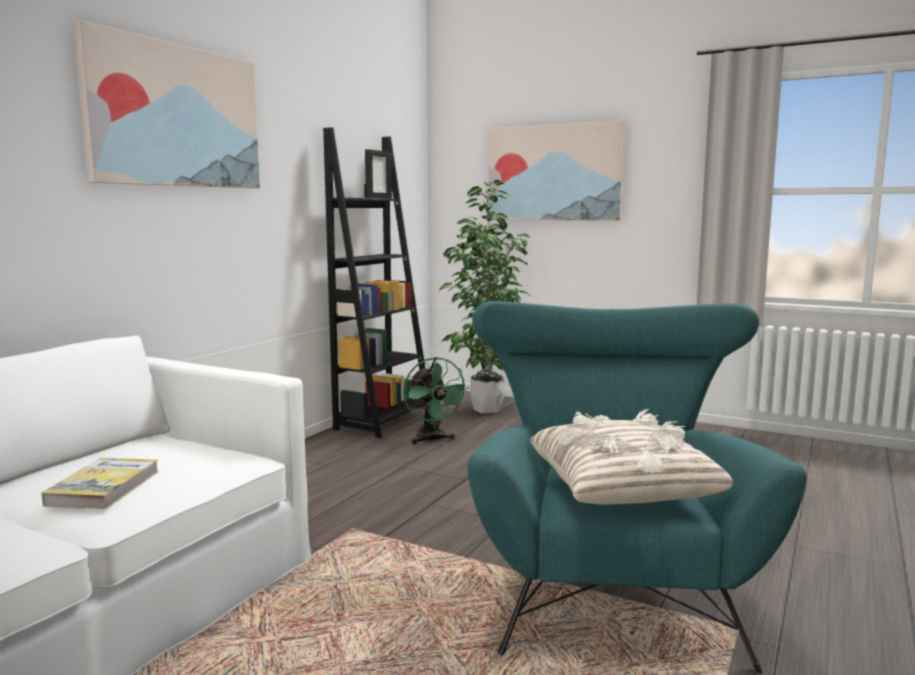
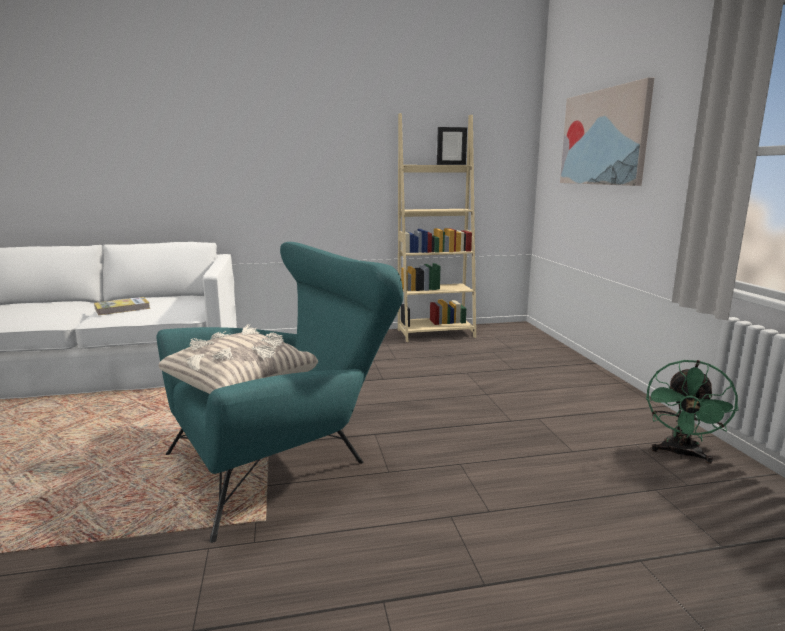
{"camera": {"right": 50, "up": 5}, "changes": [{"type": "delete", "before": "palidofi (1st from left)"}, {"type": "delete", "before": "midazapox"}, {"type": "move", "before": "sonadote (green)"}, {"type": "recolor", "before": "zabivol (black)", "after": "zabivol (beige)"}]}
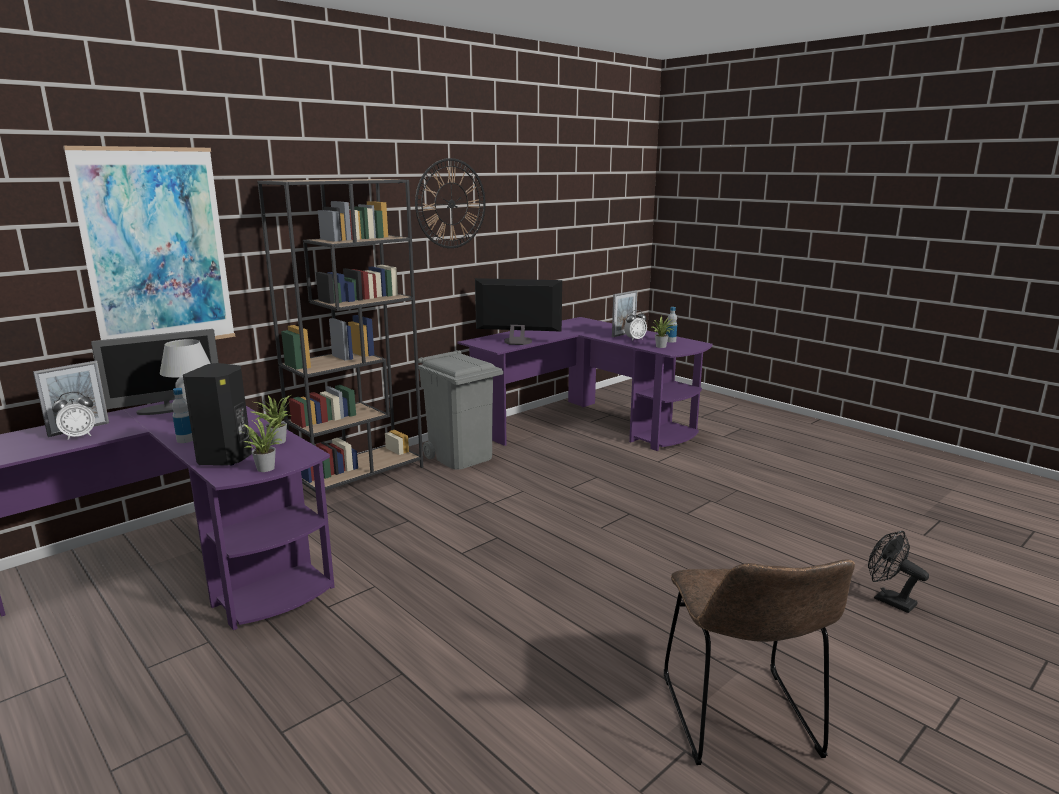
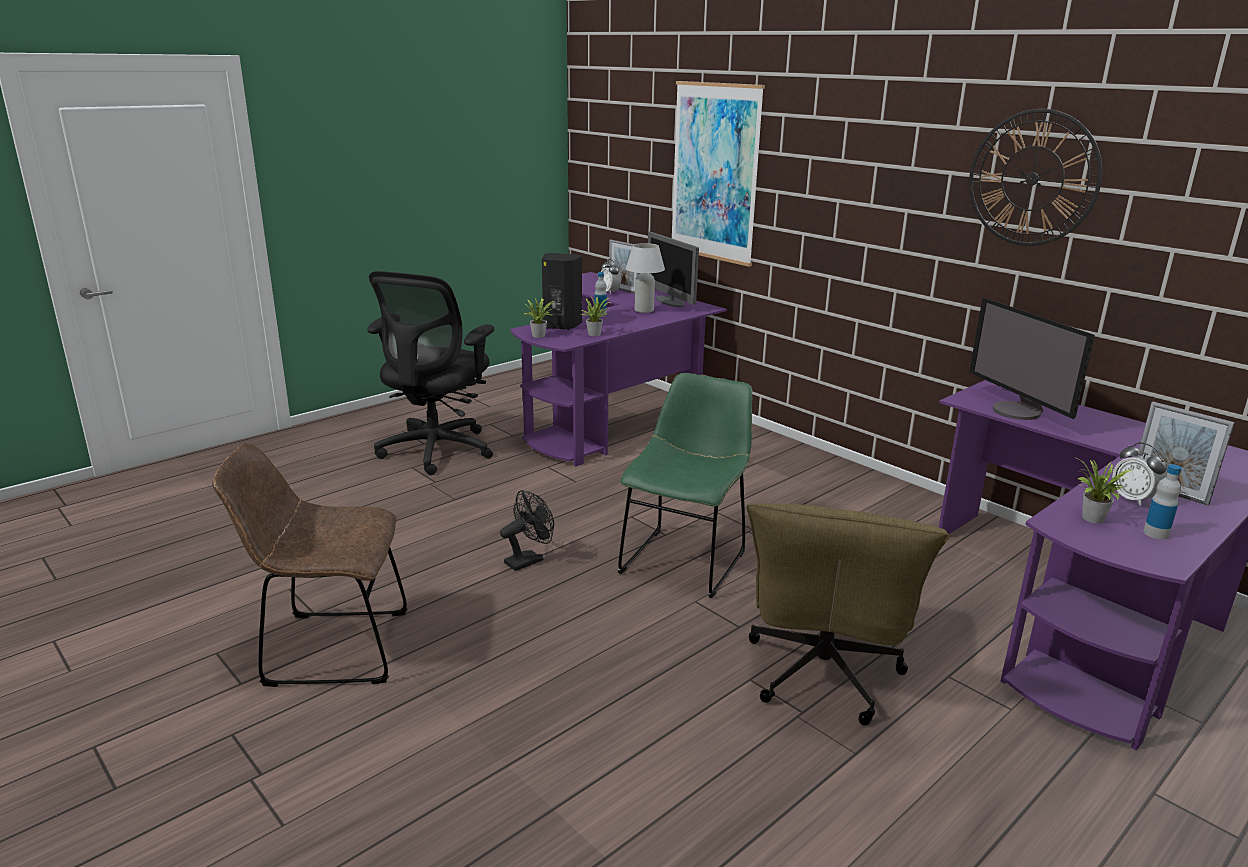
{"camera": {"right": 90, "up": 5}, "changes": [{"type": "delete", "before": "zabivol"}, {"type": "delete", "before": "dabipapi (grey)"}, {"type": "insert", "after": "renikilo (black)"}, {"type": "insert", "after": "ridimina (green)"}, {"type": "insert", "after": "renikilo (beige)"}, {"type": "move", "before": "sonadote (black)"}, {"type": "rotate", "before": "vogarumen (2nd from left)", "turn": 150}]}
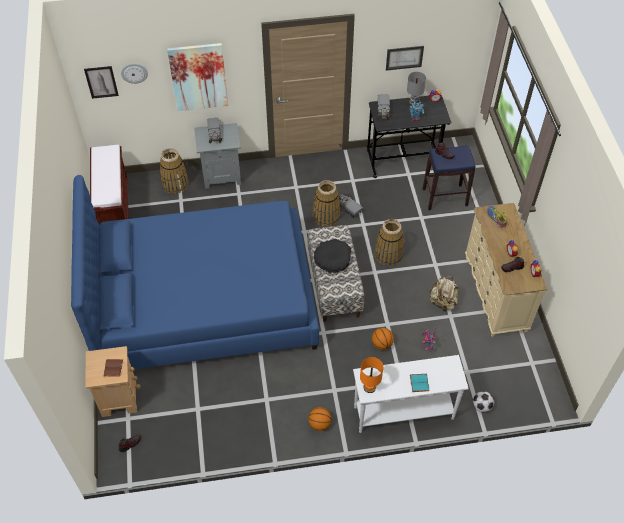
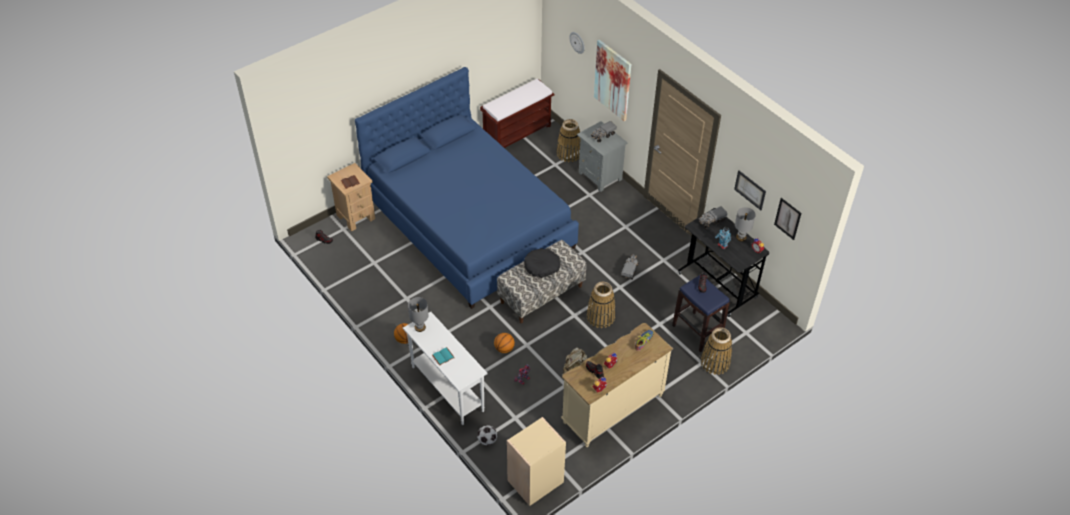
{"camera": {"right": 60, "up": -5}, "changes": [{"type": "insert", "after": "zabivol (beige)"}, {"type": "move", "before": "palidofi (1st from left in the first image)", "after": "palidofi (3rd from left)"}, {"type": "move", "before": "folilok (2nd from left in the first image)", "after": "folilok (3rd from left)"}, {"type": "recolor", "before": "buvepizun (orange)", "after": "buvepizun (grey) (1st from left)"}]}
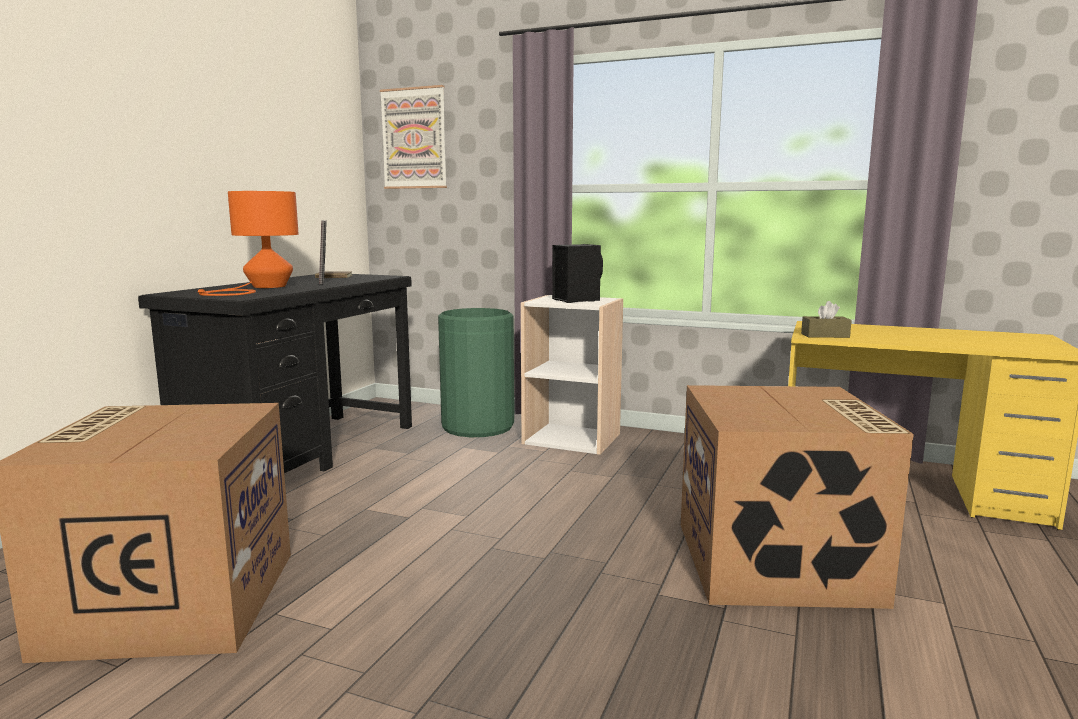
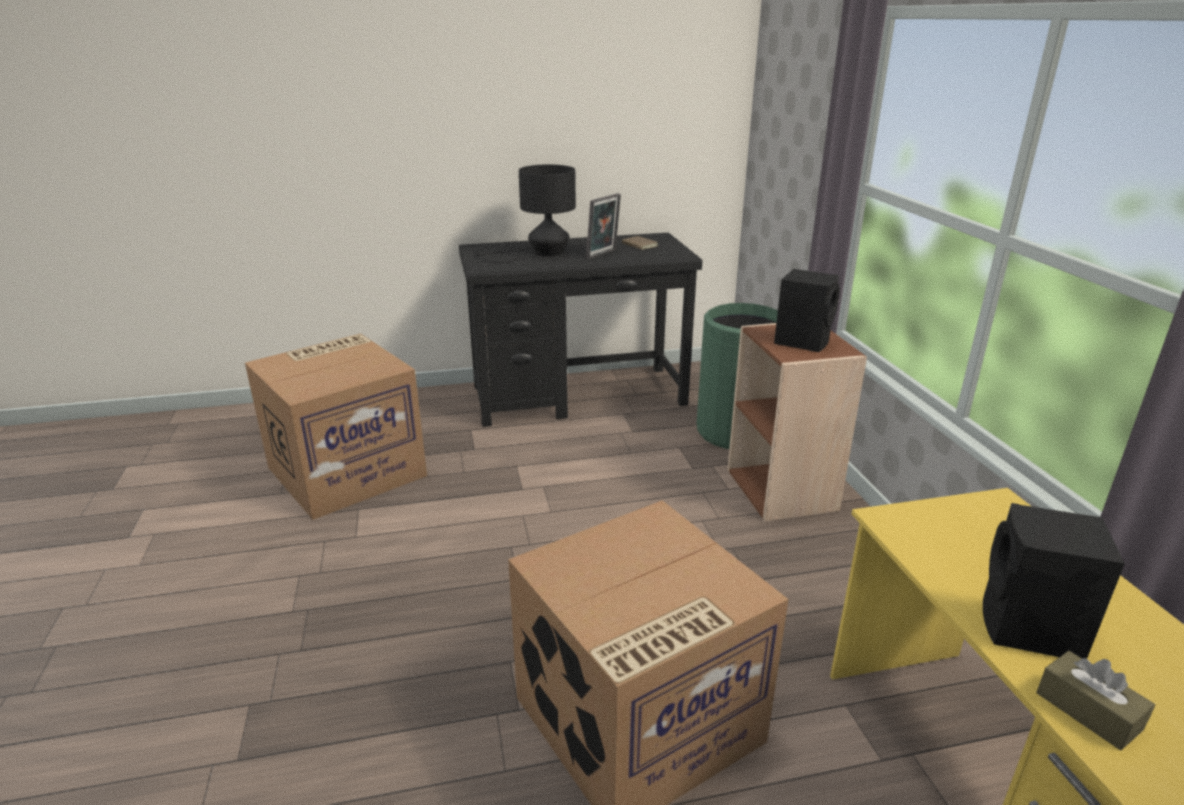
{"camera": {"right": 55, "up": 15}, "changes": [{"type": "delete", "before": "palidofi"}, {"type": "insert", "after": "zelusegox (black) (2nd from left)"}, {"type": "move", "before": "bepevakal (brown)"}, {"type": "recolor", "before": "buvepizun (orange)", "after": "buvepizun (black)"}, {"type": "recolor", "before": "zabivol (white)", "after": "zabivol (brown)"}]}
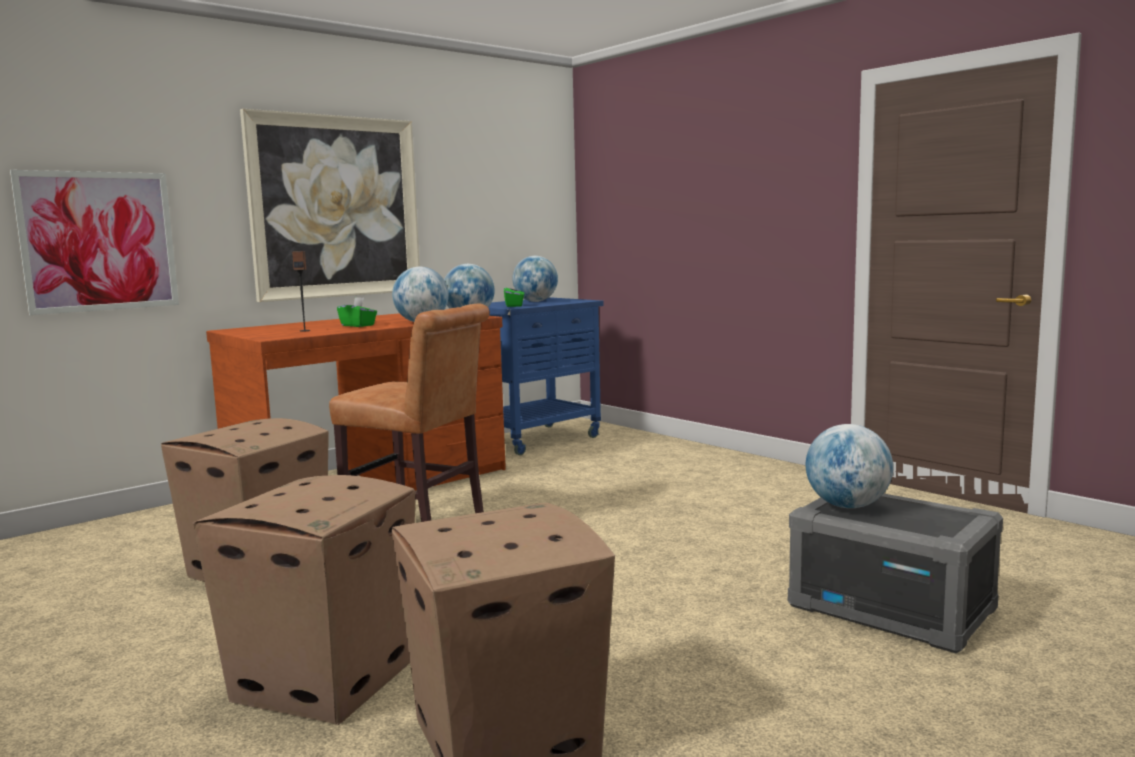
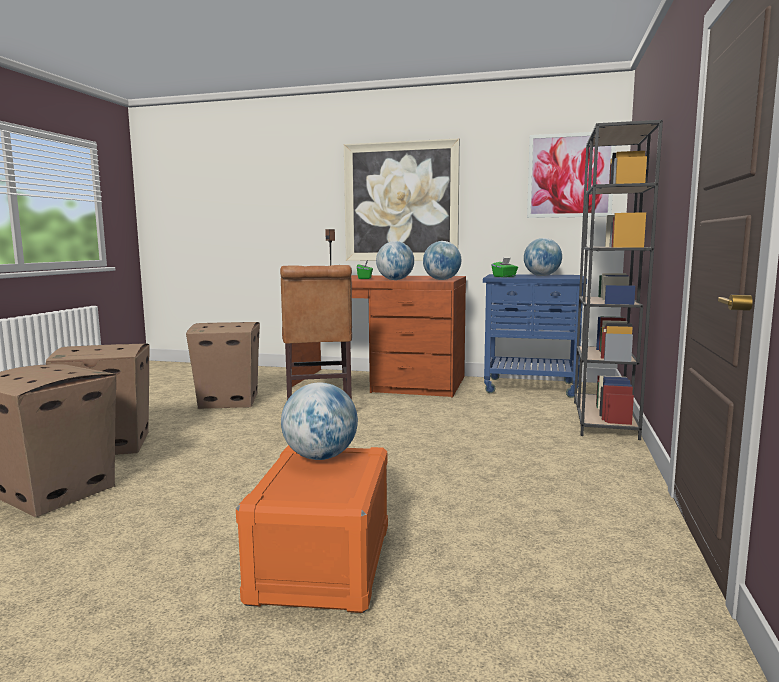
{"camera": {"right": 55, "up": 0}, "changes": [{"type": "insert", "after": "zabivol"}, {"type": "move", "before": "palidofi (1st from left in the first image)", "after": "palidofi (2nd from left)"}, {"type": "recolor", "before": "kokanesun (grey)", "after": "kokanesun (orange)"}]}
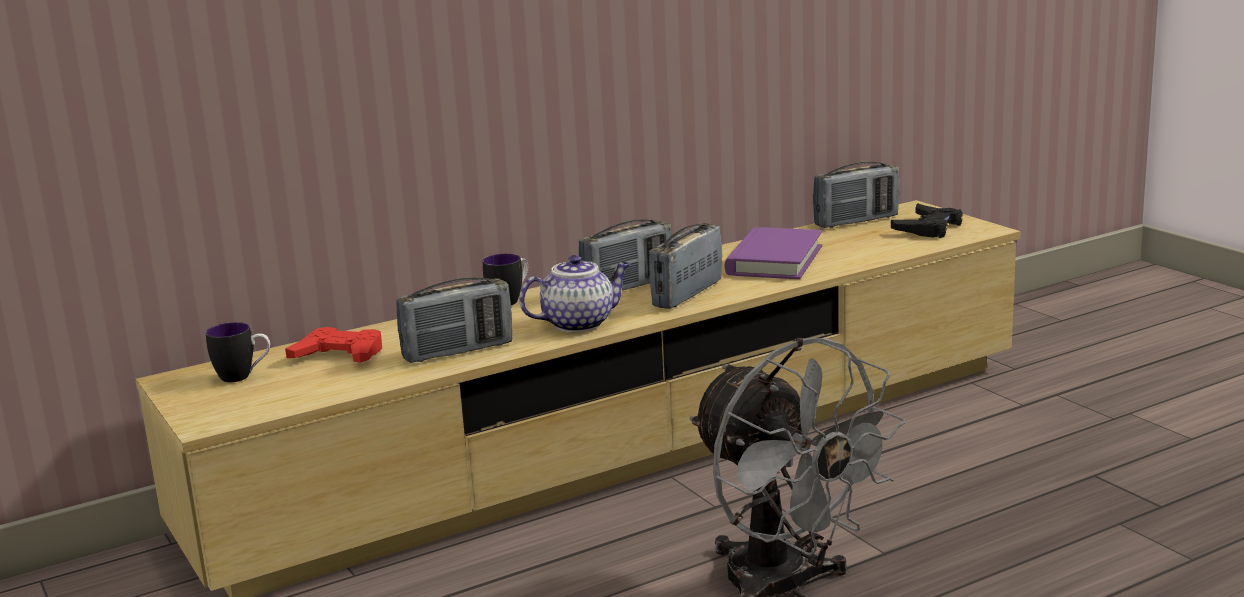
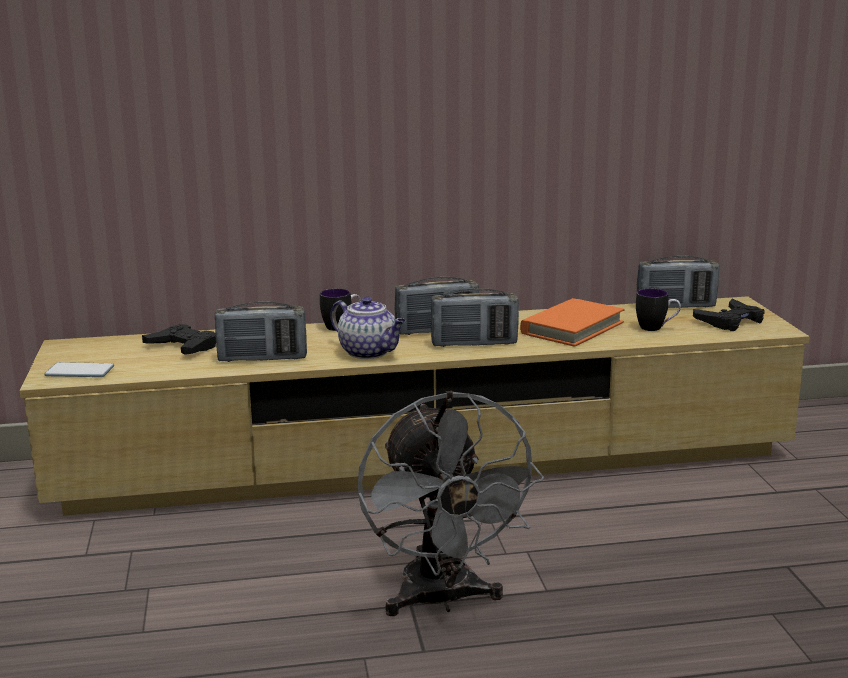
{"camera": {"right": 20, "up": 0}, "changes": [{"type": "insert", "after": "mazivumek"}, {"type": "move", "before": "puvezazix (1st from left in the first image)", "after": "puvezazix (2nd from left)"}, {"type": "recolor", "before": "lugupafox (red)", "after": "lugupafox (black) (1st from left)"}, {"type": "recolor", "before": "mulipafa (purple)", "after": "mulipafa (orange)"}, {"type": "rotate", "before": "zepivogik", "turn": 45}, {"type": "rotate", "before": "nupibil (3rd from left)", "turn": -150}]}
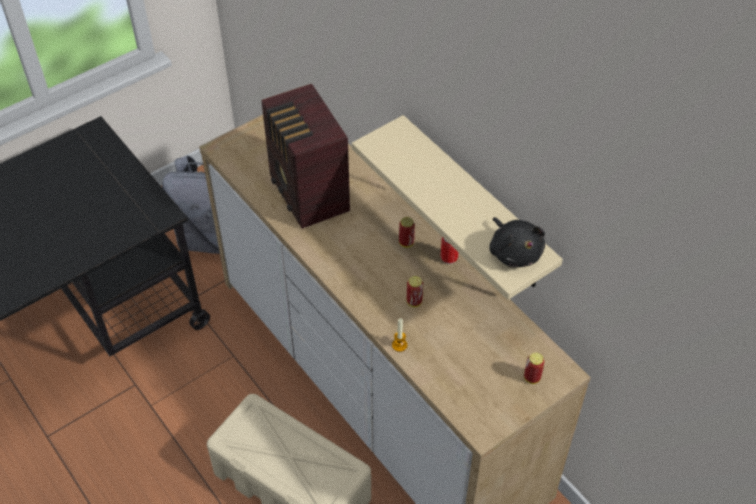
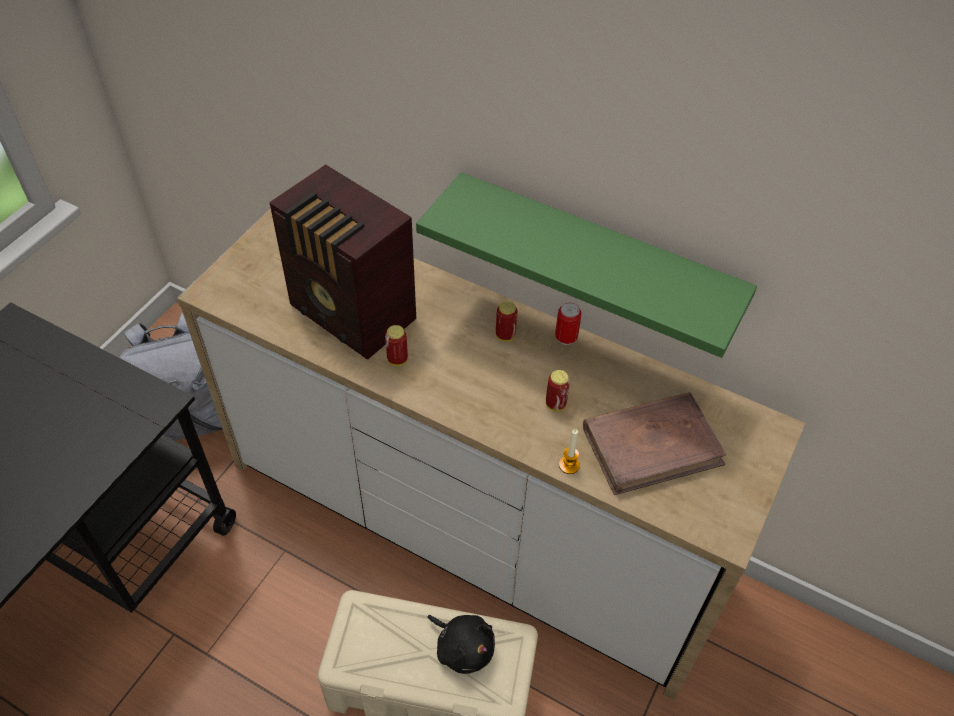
{"camera": {"right": -25, "up": 0}, "changes": [{"type": "insert", "after": "mulipafa (brown)"}, {"type": "move", "before": "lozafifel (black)"}, {"type": "move", "before": "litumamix (4th from left in the first image)", "after": "litumamix (1st from left)"}, {"type": "recolor", "before": "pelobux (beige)", "after": "pelobux (green)"}]}
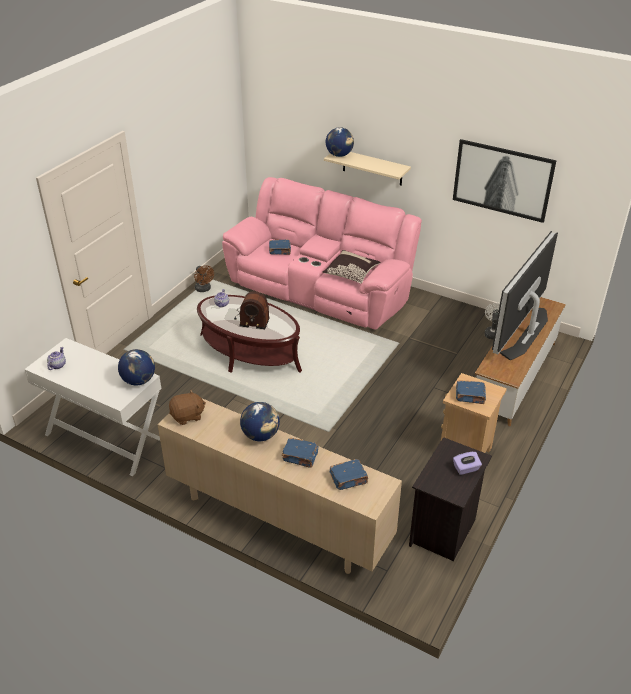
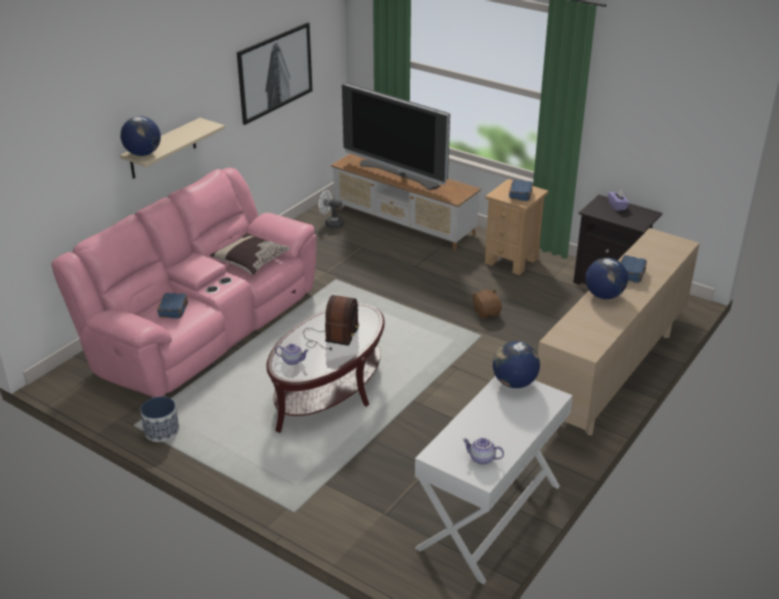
{"camera": {"right": -85, "up": -5}, "changes": [{"type": "delete", "before": "mulipafa (blue) (3rd from left)"}, {"type": "move", "before": "lozafifel (brown)"}, {"type": "replace", "before": "sonadote (brown)", "after": "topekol"}]}
